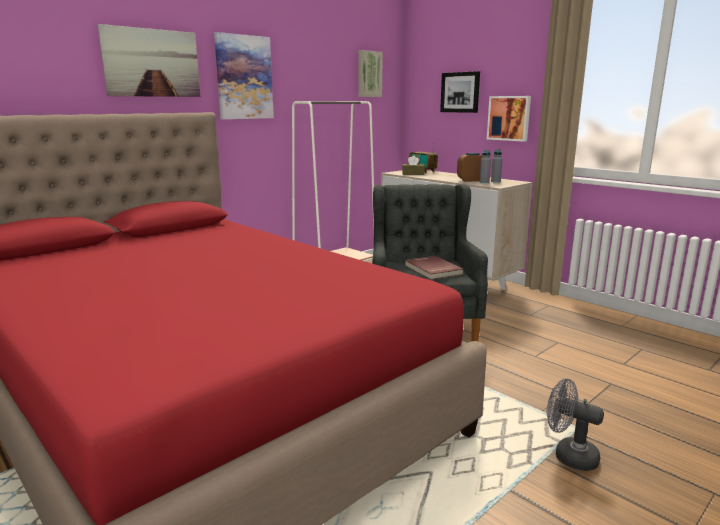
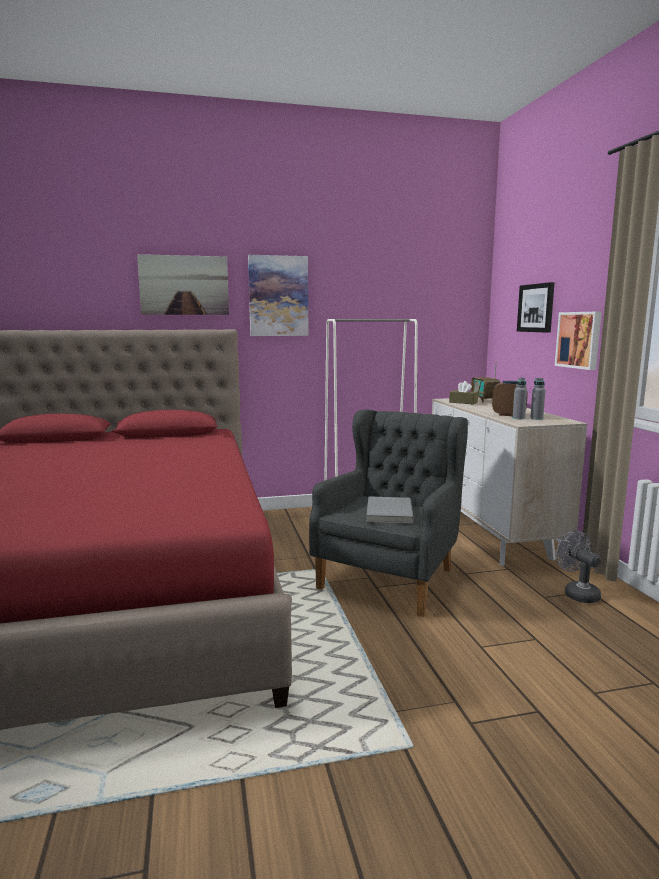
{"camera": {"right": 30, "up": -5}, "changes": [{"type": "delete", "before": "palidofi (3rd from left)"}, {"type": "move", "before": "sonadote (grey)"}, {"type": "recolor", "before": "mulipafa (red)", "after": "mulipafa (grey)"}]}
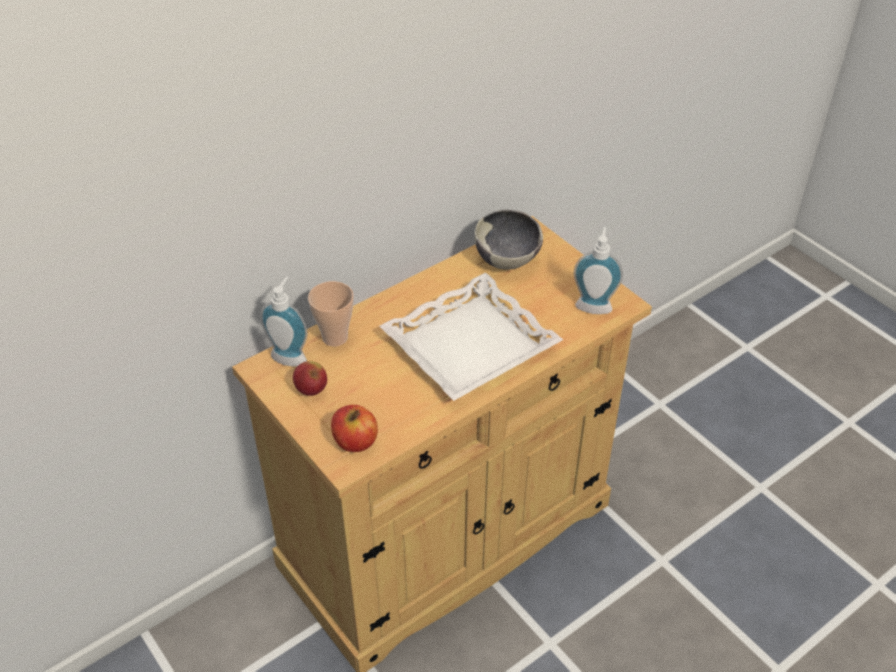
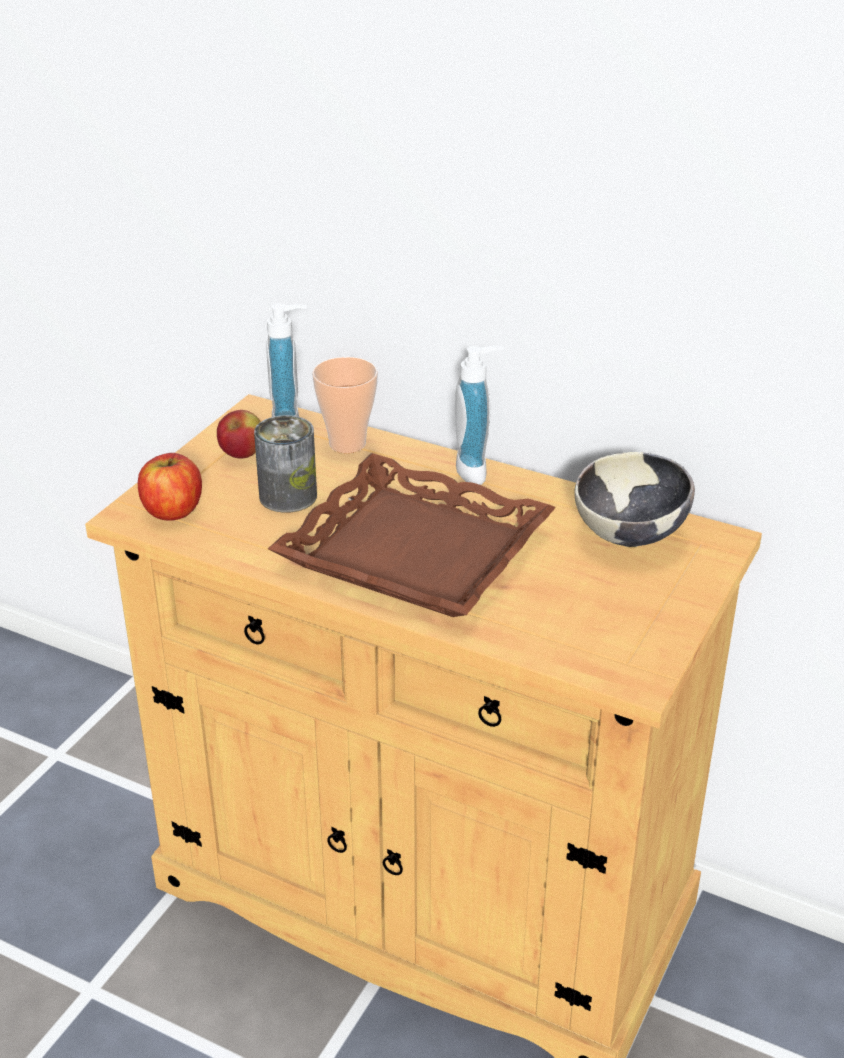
{"camera": {"right": 65, "up": -10}, "changes": [{"type": "insert", "after": "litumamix"}, {"type": "move", "before": "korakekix (2nd from left)"}, {"type": "recolor", "before": "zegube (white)", "after": "zegube (brown)"}]}
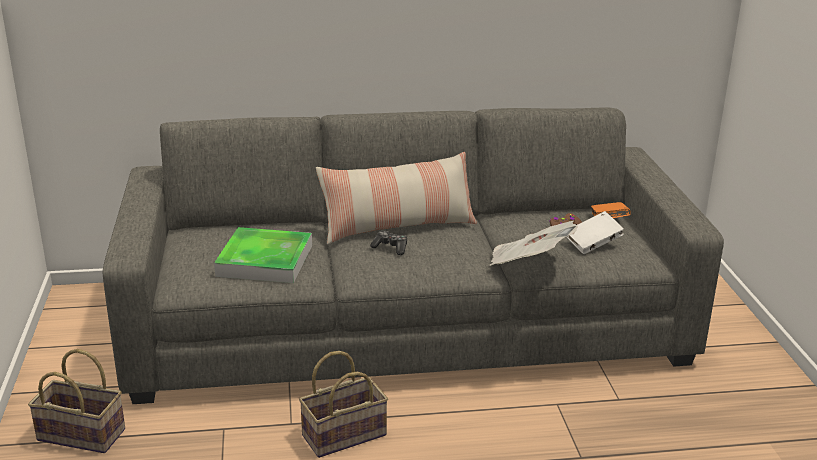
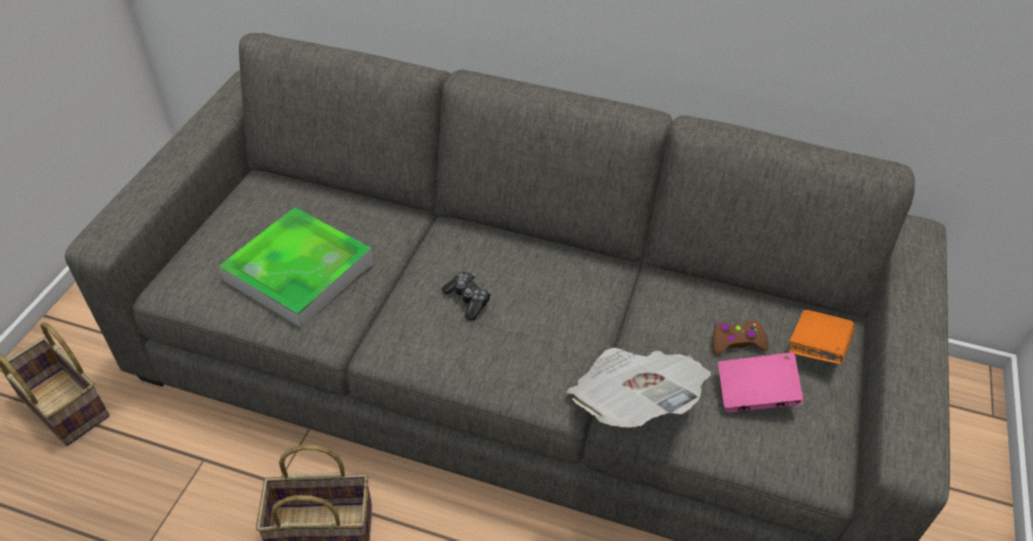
{"camera": {"right": 25, "up": 20}, "changes": [{"type": "delete", "before": "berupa"}, {"type": "recolor", "before": "mulipafa (white)", "after": "mulipafa (pink)"}]}
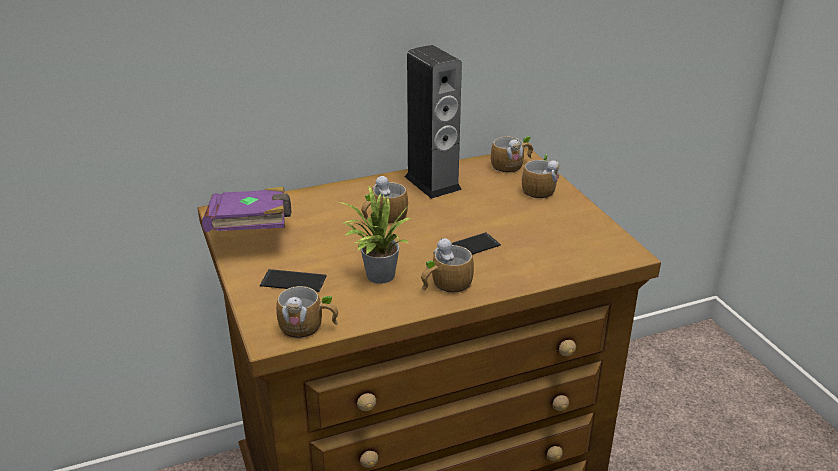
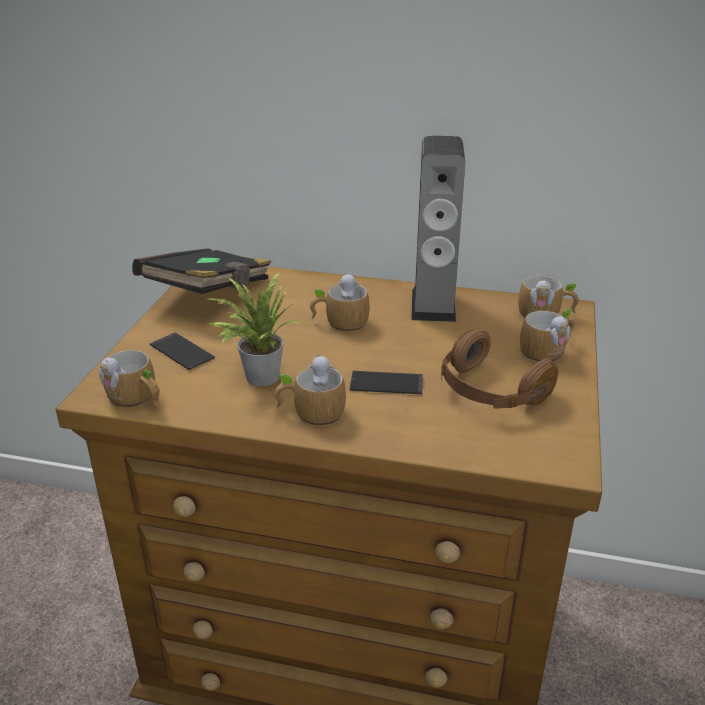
{"camera": {"right": 35, "up": 0}, "changes": [{"type": "insert", "after": "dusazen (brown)"}, {"type": "recolor", "before": "mulipafa (purple)", "after": "mulipafa (black)"}]}
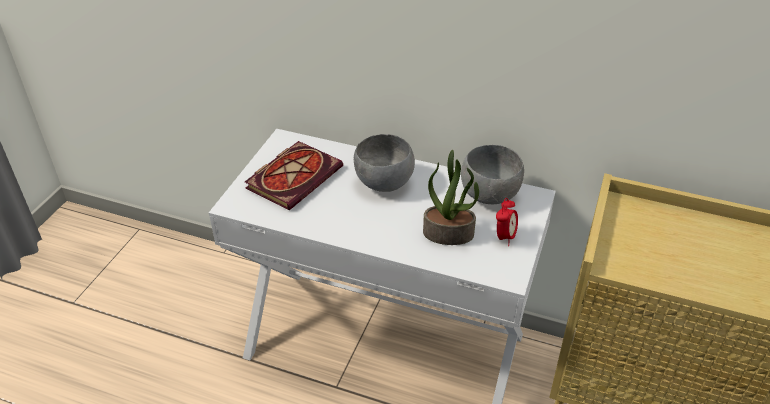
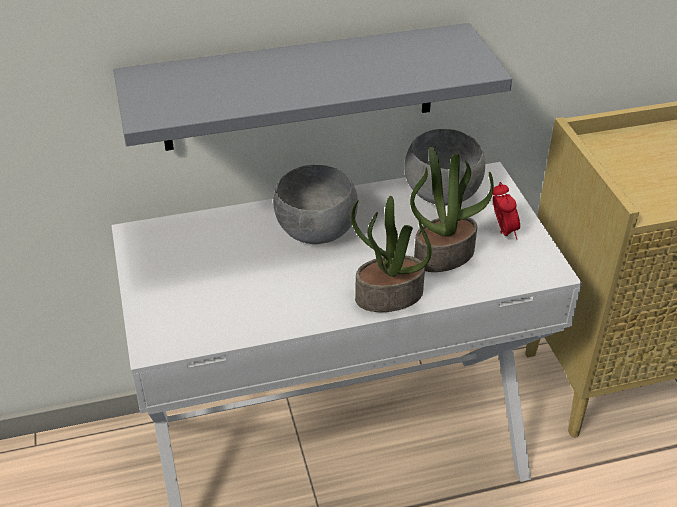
{"camera": {"right": -35, "up": 0}, "changes": [{"type": "delete", "before": "mulipafa"}, {"type": "insert", "after": "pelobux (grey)"}, {"type": "insert", "after": "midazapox (1st from left)"}]}
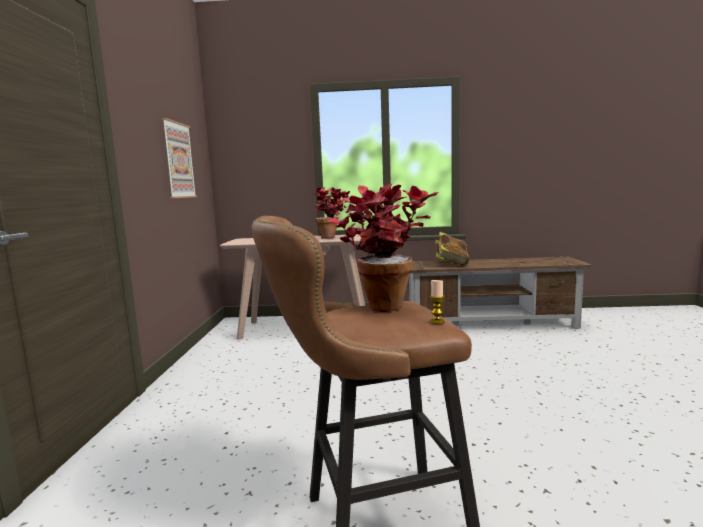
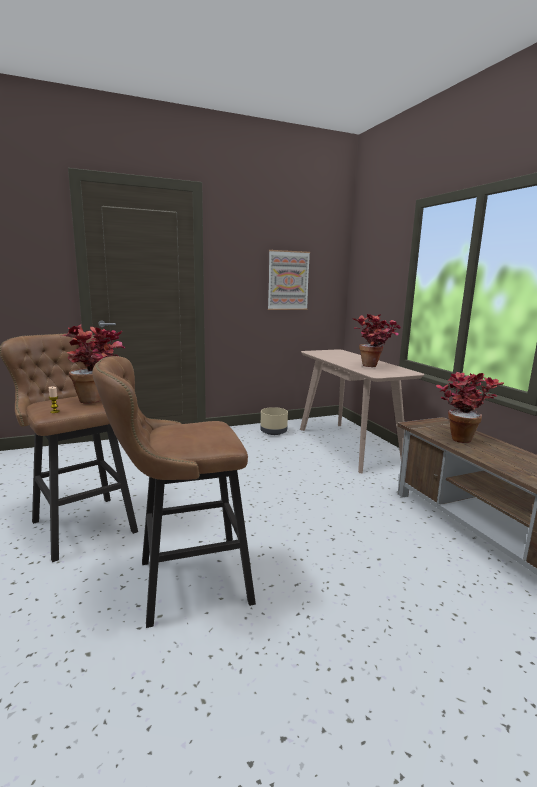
{"camera": {"right": 65, "up": 5}, "changes": [{"type": "insert", "after": "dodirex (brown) (2nd from left)"}, {"type": "insert", "after": "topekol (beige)"}, {"type": "replace", "before": "mulipafa", "after": "midazapox (3rd from left)"}]}
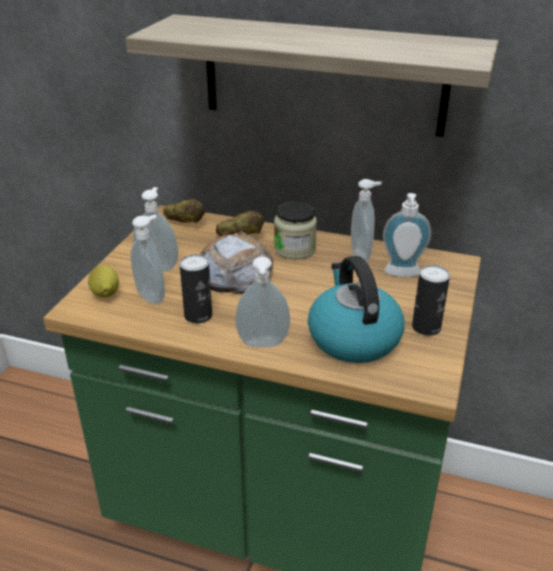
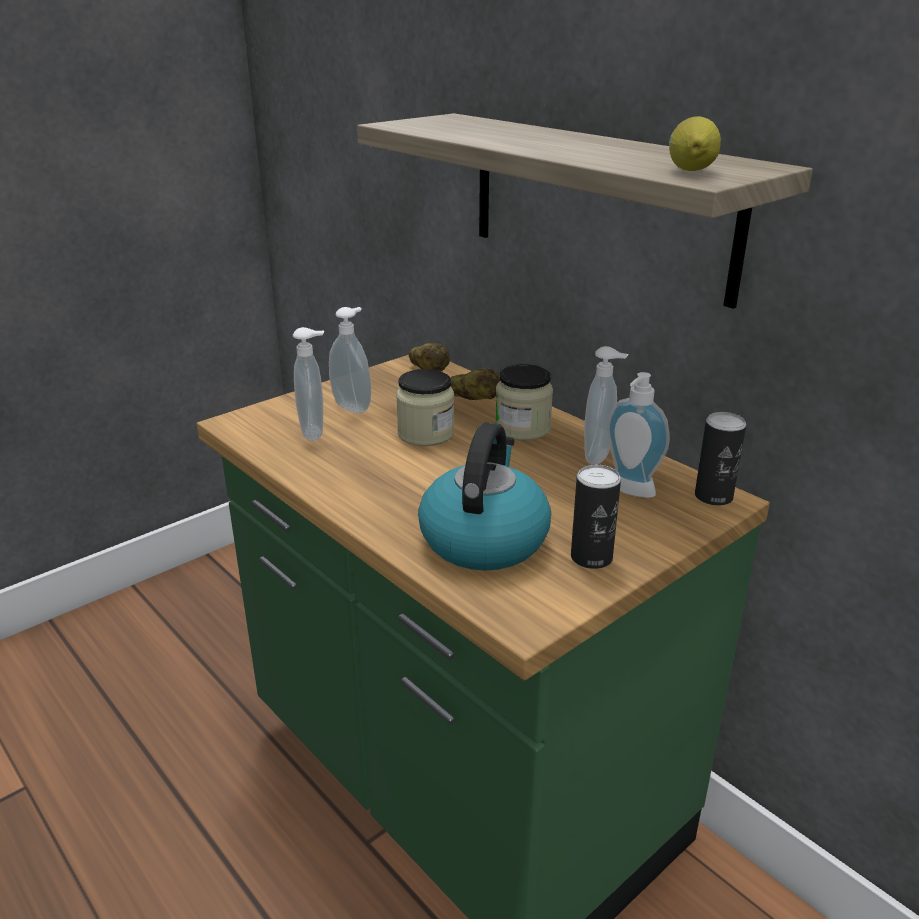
{"camera": {"right": 30, "up": -5}, "changes": [{"type": "delete", "before": "korakekix (3rd from left)"}, {"type": "move", "before": "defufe"}, {"type": "move", "before": "litumamix (1st from left in the first image)", "after": "litumamix (2nd from left)"}, {"type": "replace", "before": "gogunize", "after": "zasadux (1st from left)"}]}
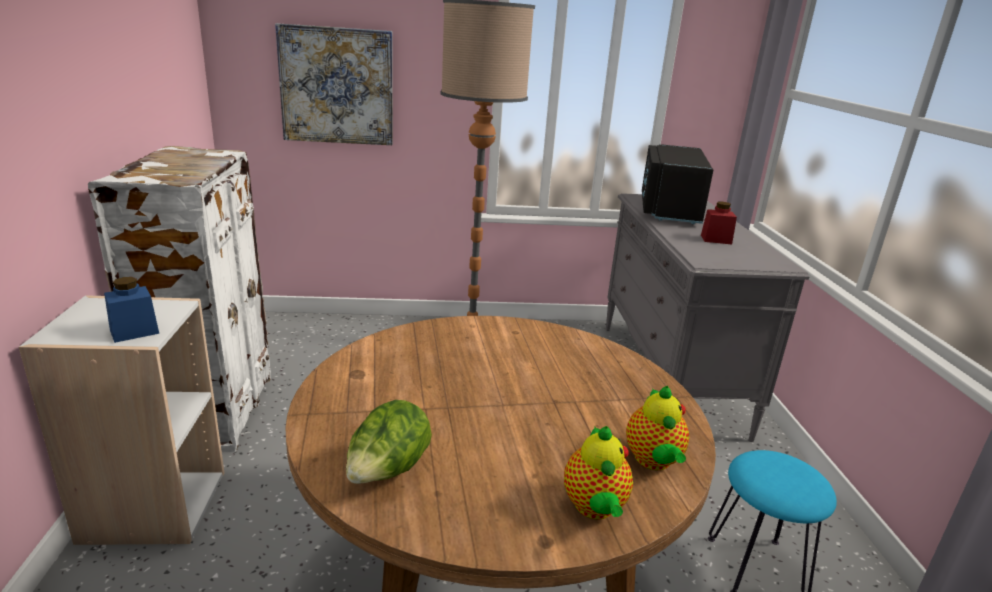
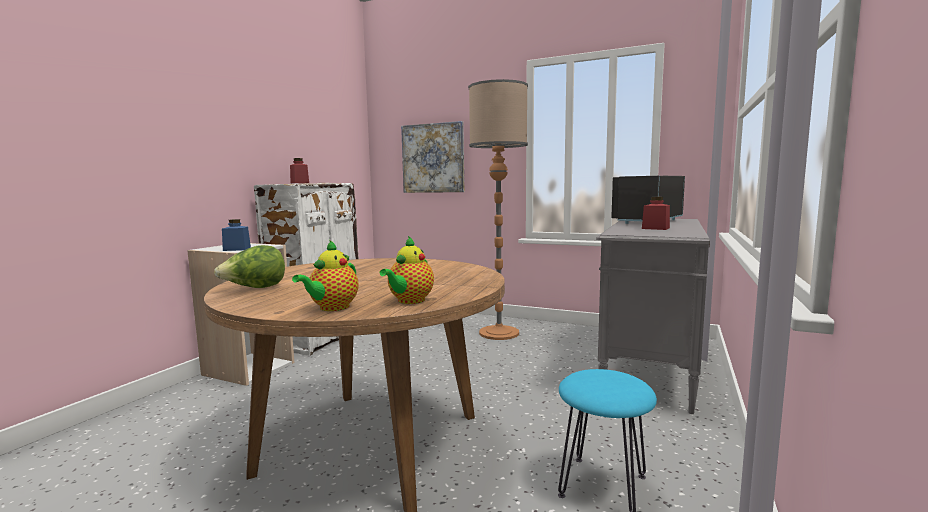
{"camera": {"right": 30, "up": -15}, "changes": [{"type": "insert", "after": "zasadux (red) (1st from left)"}]}
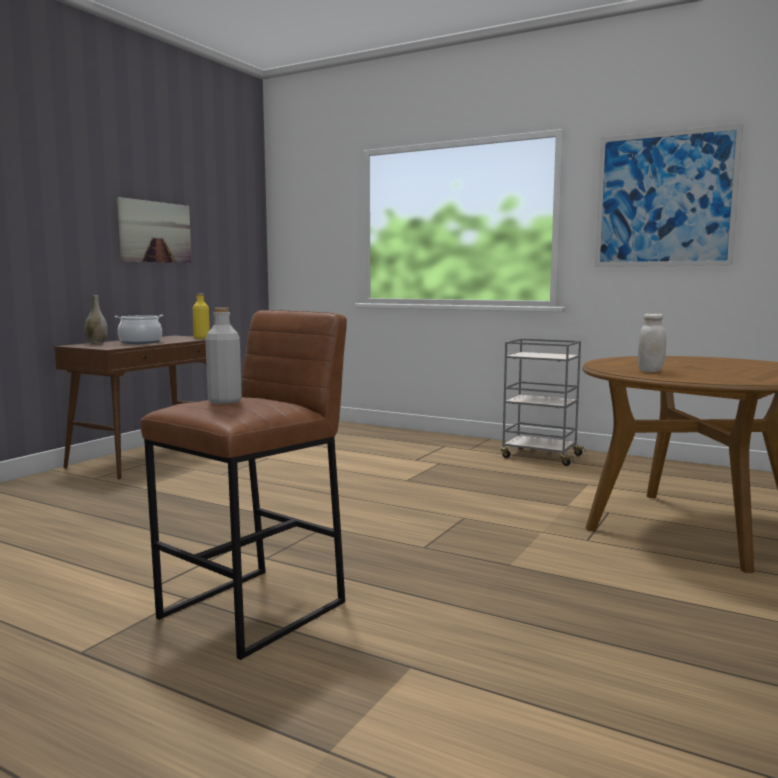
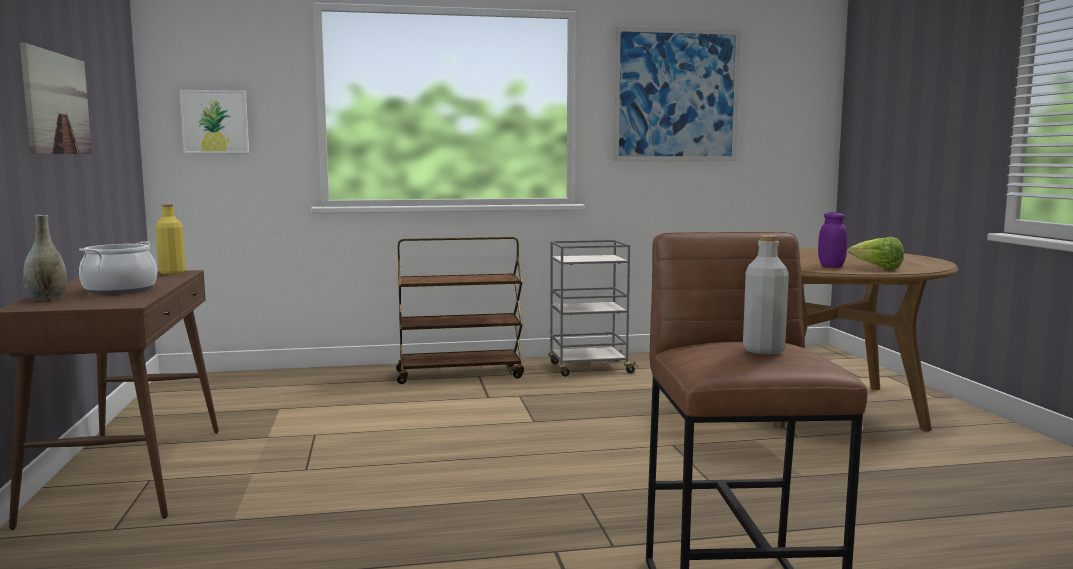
{"camera": {"right": -40, "up": 0}, "changes": [{"type": "insert", "after": "palidofi (2nd from left)"}, {"type": "insert", "after": "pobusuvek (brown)"}, {"type": "insert", "after": "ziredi"}, {"type": "recolor", "before": "zasadux (white)", "after": "zasadux (purple)"}]}
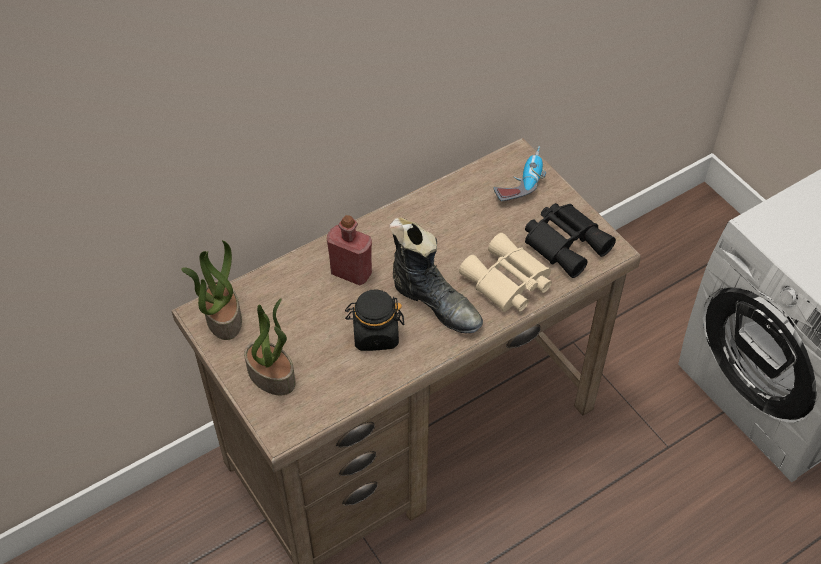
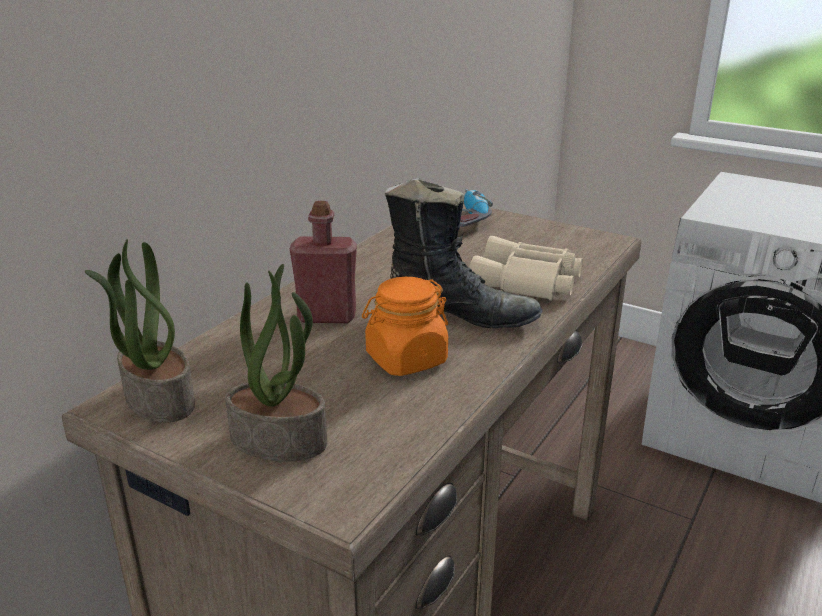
{"camera": {"right": -25, "up": -25}, "changes": [{"type": "delete", "before": "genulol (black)"}, {"type": "recolor", "before": "zasadux (black)", "after": "zasadux (orange)"}]}
